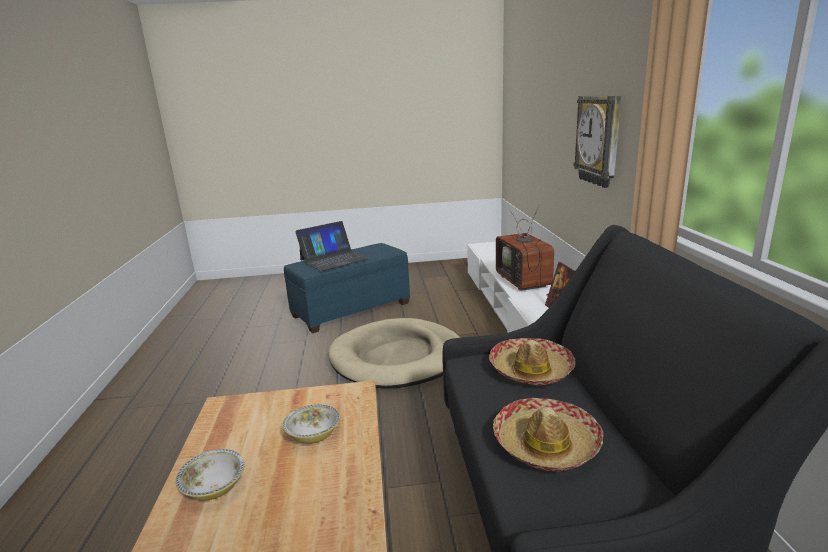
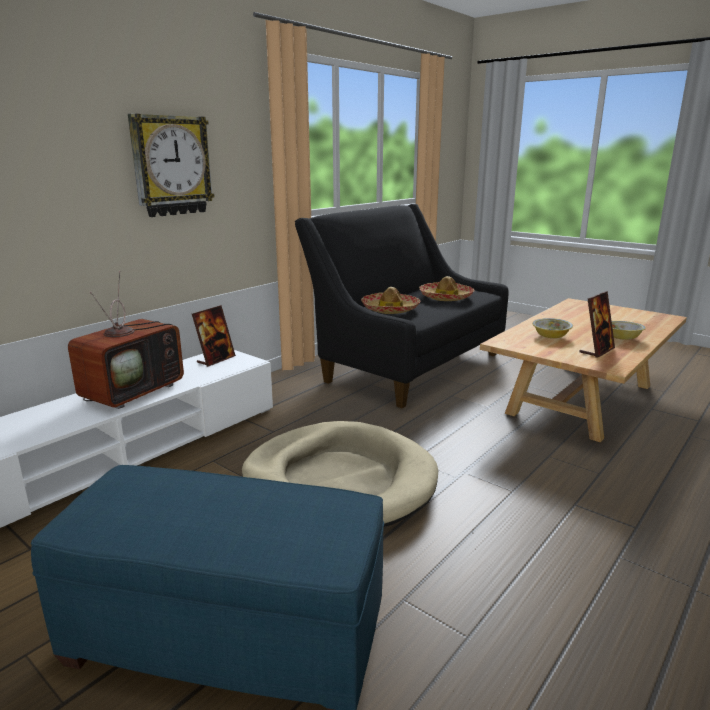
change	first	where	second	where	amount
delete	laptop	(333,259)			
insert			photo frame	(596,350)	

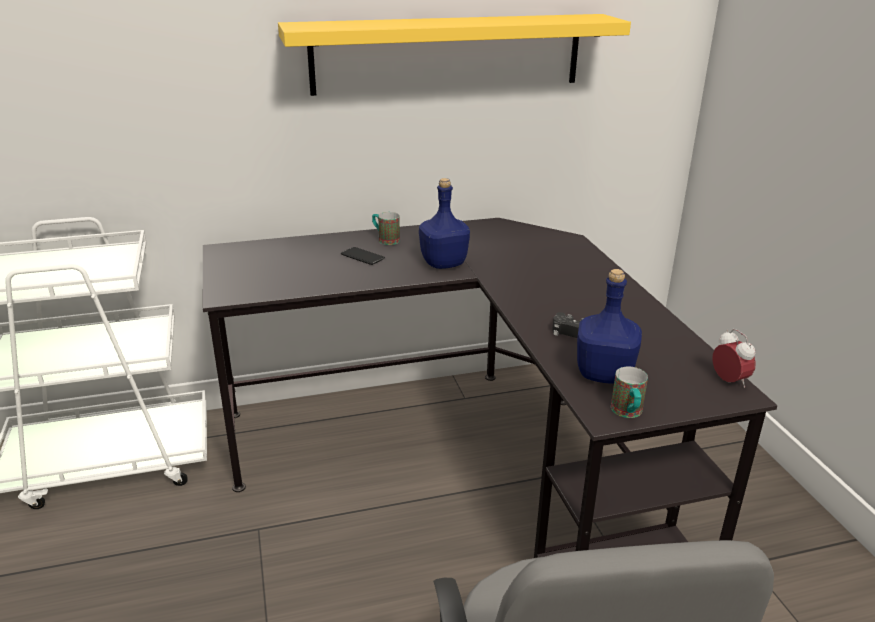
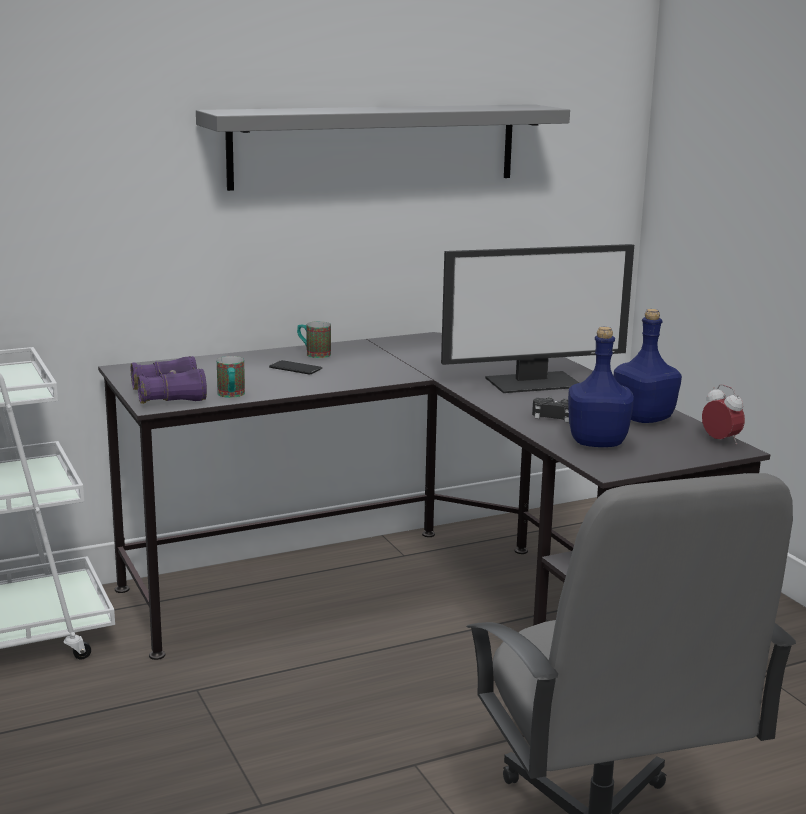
change	first	where	second	where	amount
insert			purplish field glasses	(169,395)	
insert			computer screen	(534,382)	
move	blue bottle	(444,263)		(644,418)	
move	mug	(628,413)		(231,395)	
recolor	yellowish bracket shelf	(448,53)	gray bracket shelf	(375,145)	

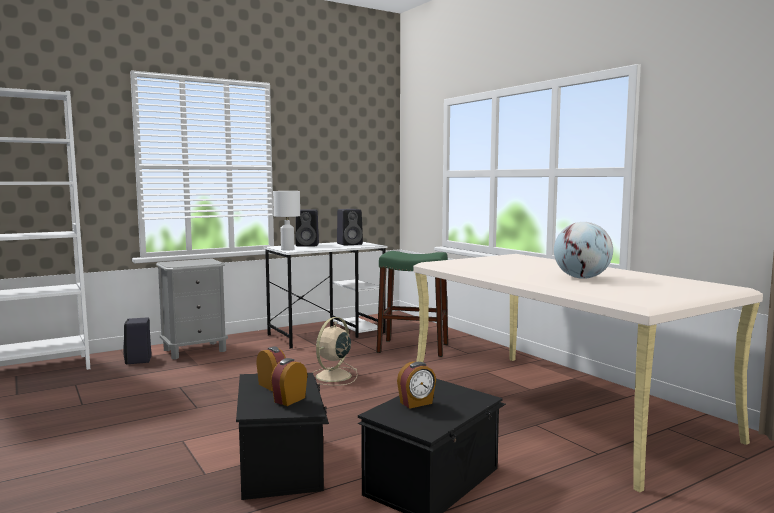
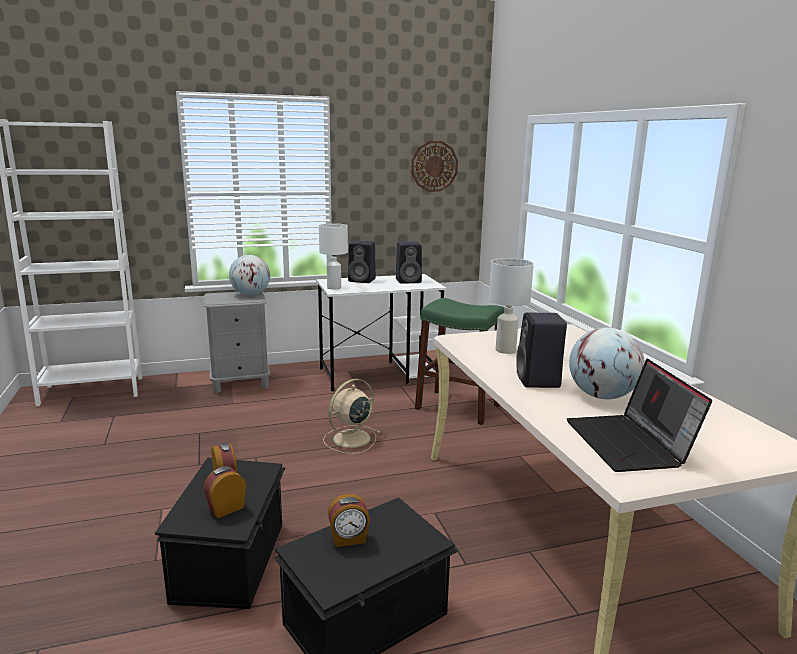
change	first	where	second	where	amount
insert			desk globe	(250,294)	
insert			clock on the wall	(434,166)	
insert			white-coloured lamp for a table	(505,350)	
insert			laptop	(630,444)	
move	black-coloured speaker	(138,360)		(539,381)	

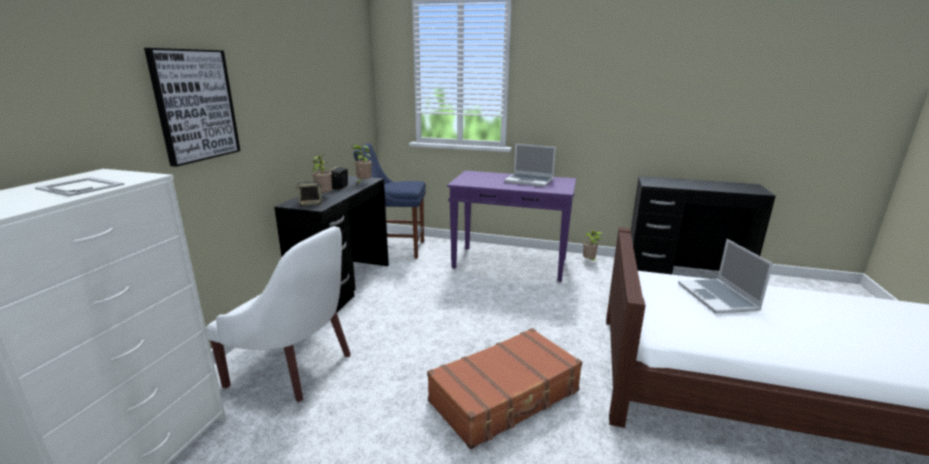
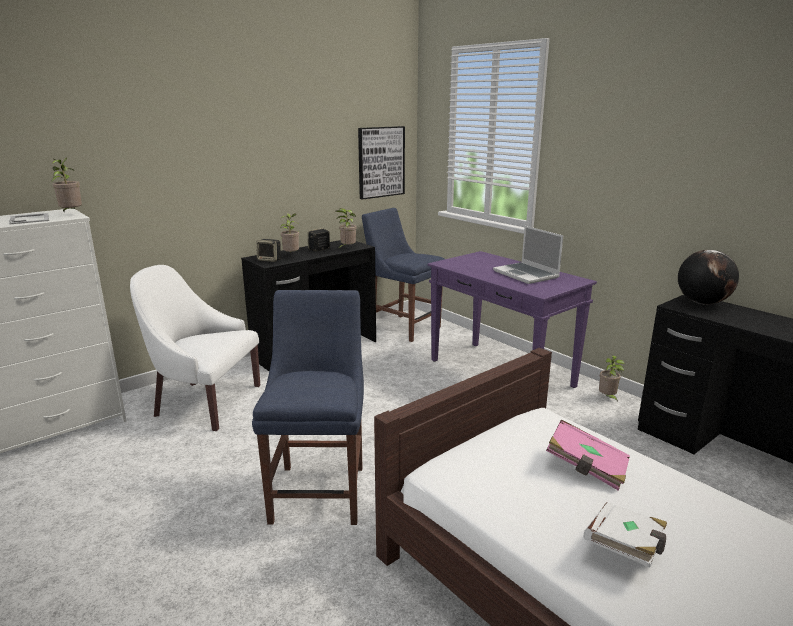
change	first	where	second	where	amount
insert			potted plant	(71,214)	
insert			white-coloured bound book	(625,548)	
insert			desk globe	(702,303)	
move	wall picture	(195,105)		(381,162)	
replace	brownish piece of luggage	(505,396)	blue plain chair	(320,490)	
replace	laptop	(718,298)	pink bound book	(586,468)	
rotate	white-coloured armchair	(296,367)		(205,402)	135 degrees clockwise

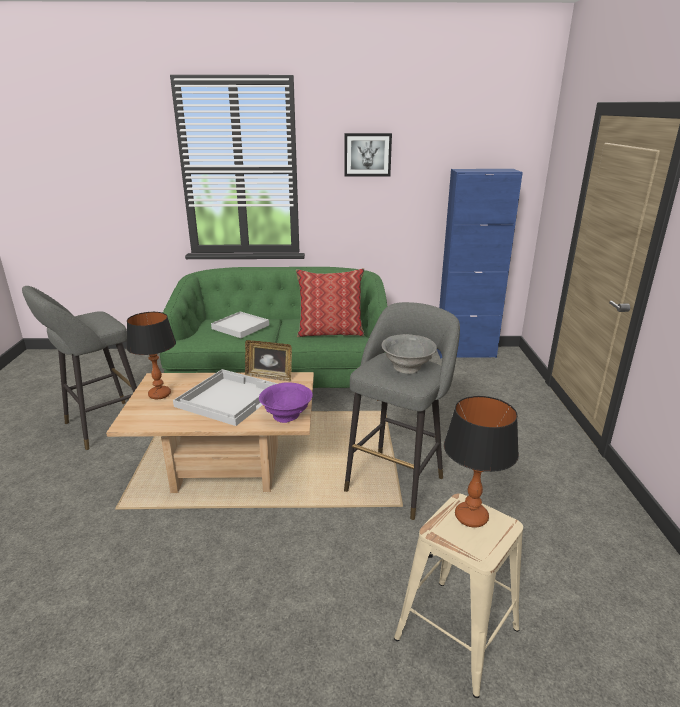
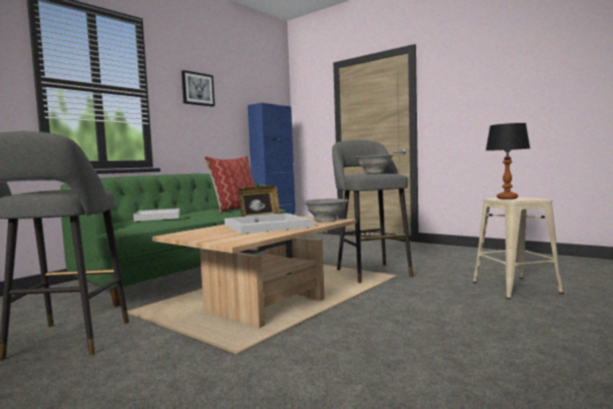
change	first	where	second	where	amount
delete	lamp for a table	(160,394)			
recolor	purplish serving bowl	(287,416)	gray serving bowl	(326,220)	

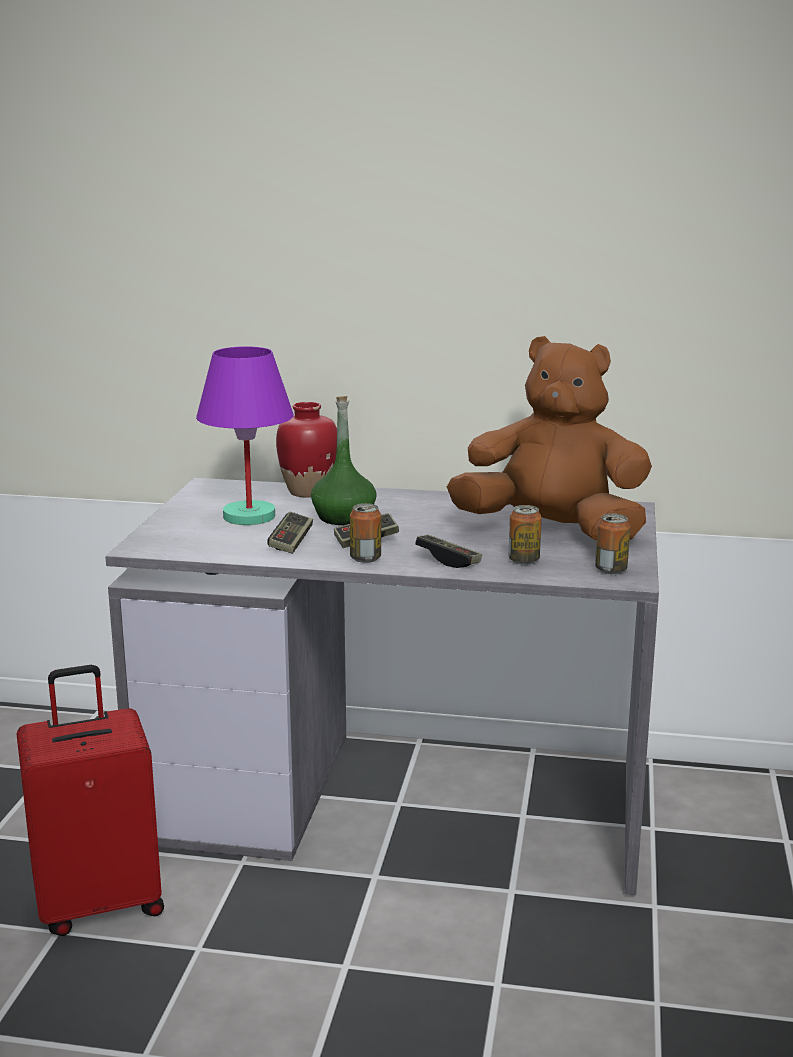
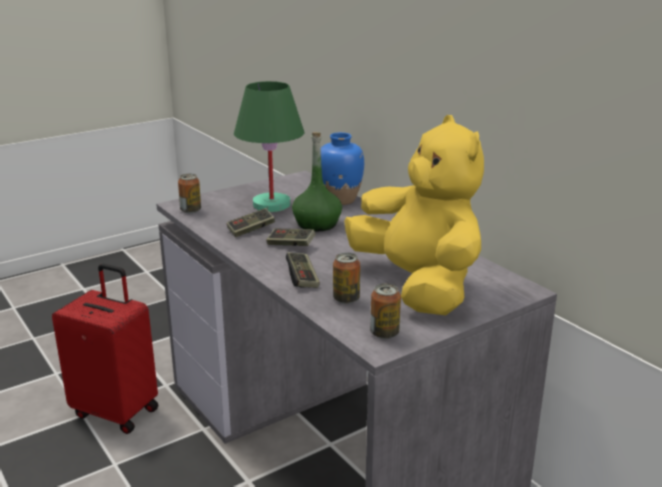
change	first	where	second	where	amount
move	sealed can	(365,558)		(190,210)	
recolor	purplish lamp for a table	(248,517)	green-coloured lamp for a table	(270,205)	
recolor	reddish flower vase	(308,491)	blue flower vase	(340,200)	
recolor	brownish cuddly toy	(552,531)	yellowish cuddly toy	(418,286)	

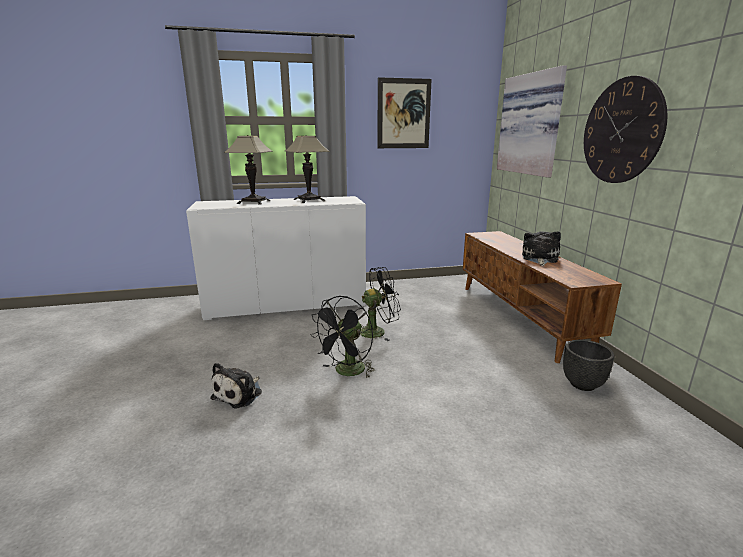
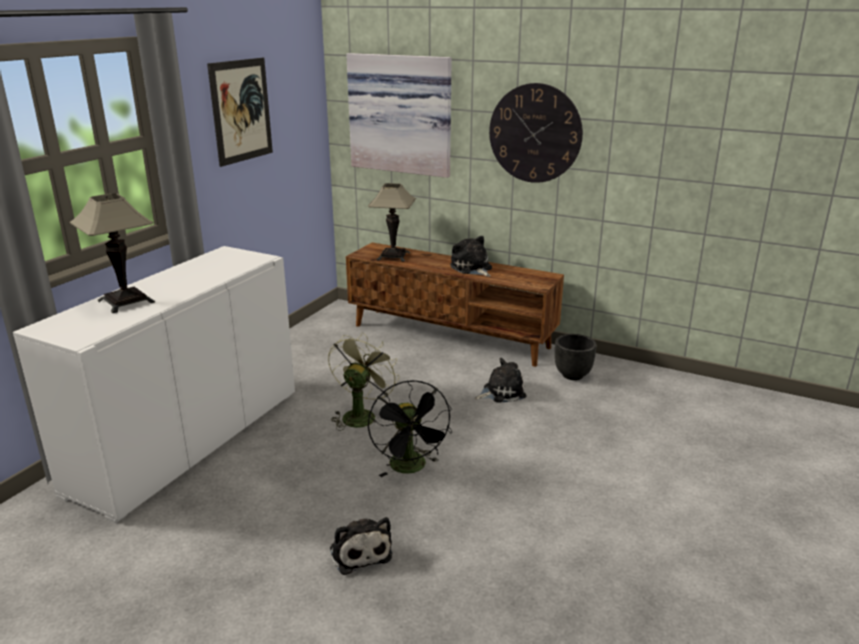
change	first	where	second	where	amount
insert			cuddly toy	(501,392)	
move	lamp for a table	(309,200)		(393,256)	
recolor	black-coloured electric fan	(377,331)	green-coloured electric fan	(361,415)	

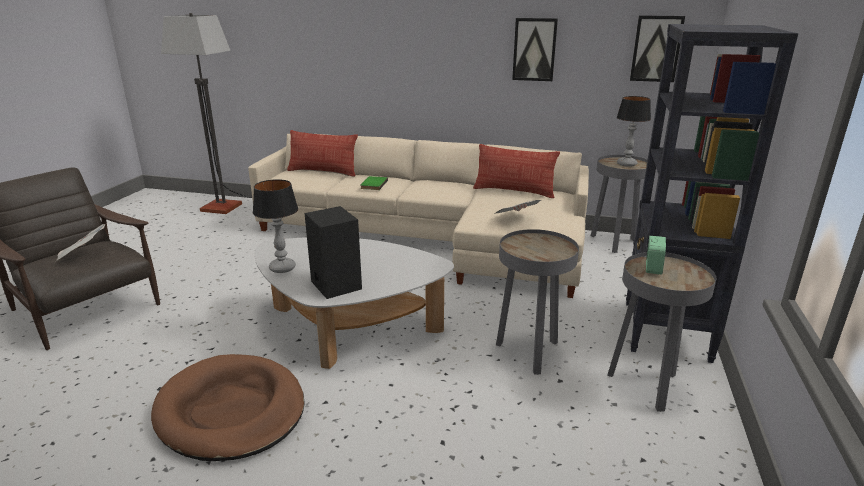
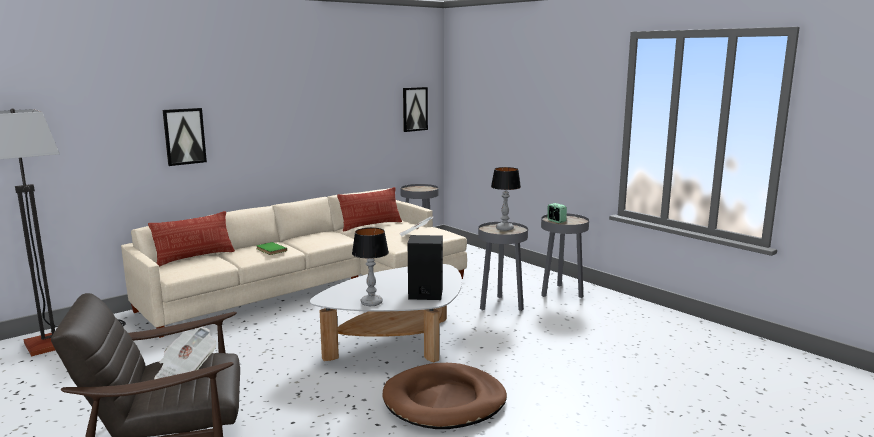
change	first	where	second	where	amount
delete	black-coloured shelving unit	(665,331)			
move	wall picture	(534,49)		(184,136)	
move	lamp for a table	(626,164)		(504,229)	

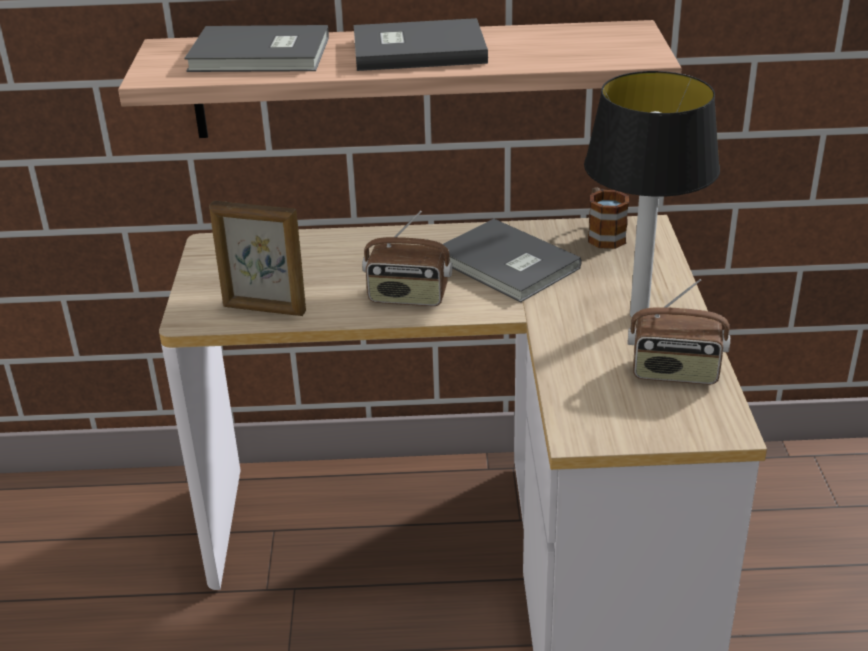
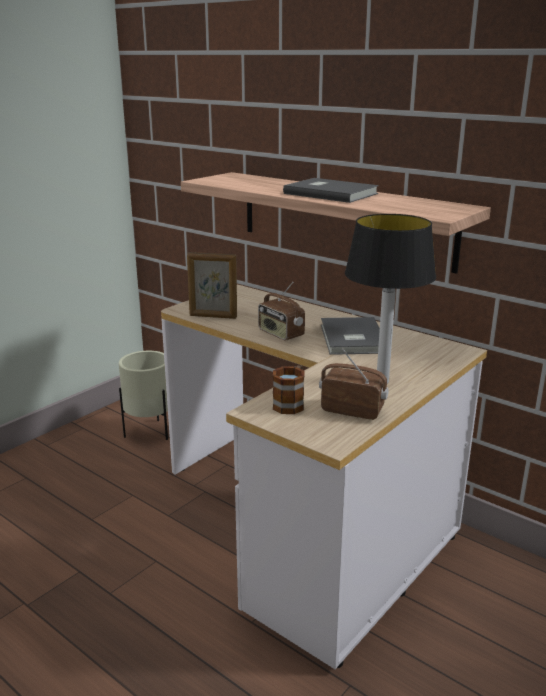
change	first	where	second	where	amount
delete	gray bound book	(261,55)			
insert			beige-coloured plant pot	(150,432)	
move	mug	(603,234)		(291,403)	
rotate	photo frame	(264,309)		(213,316)	45 degrees counterclockwise
rotate	radio	(675,373)		(352,410)	150 degrees clockwise

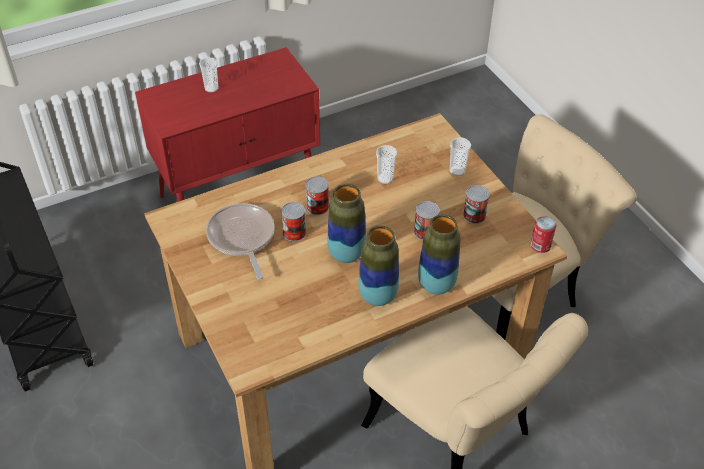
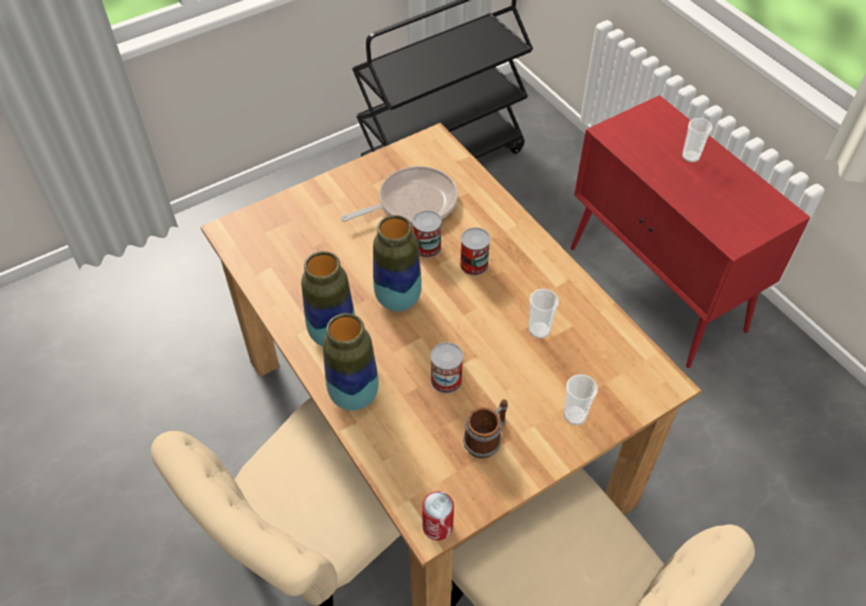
change	first	where	second	where	amount
replace	sealed can	(474,215)	mug	(486,438)	

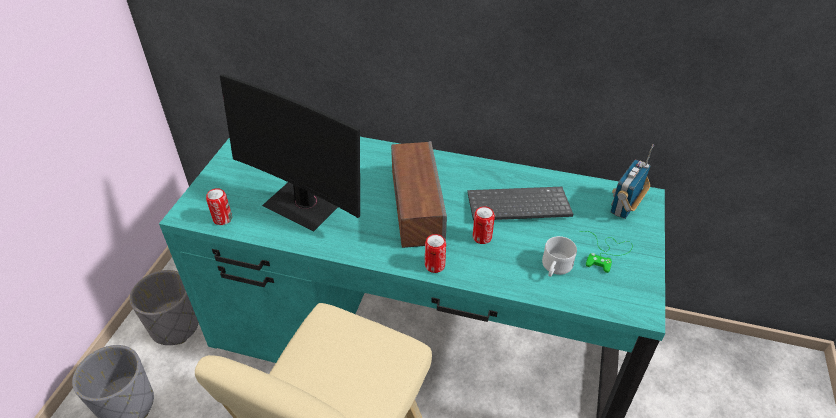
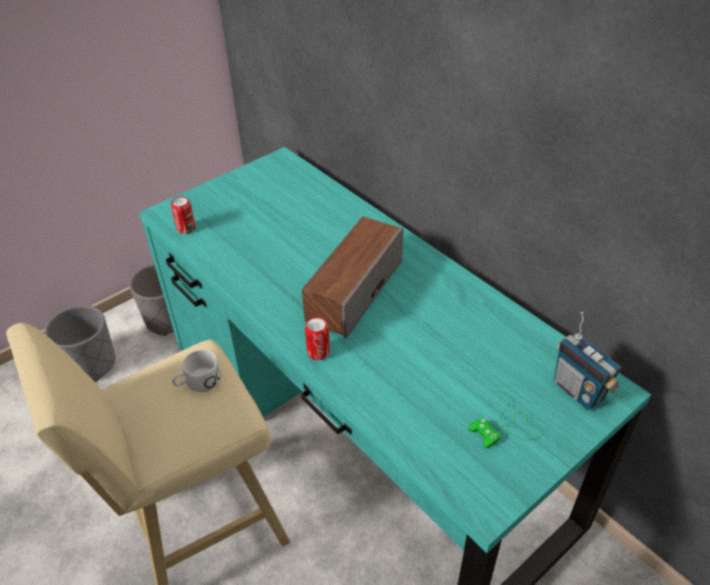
change	first	where	second	where	amount
delete	computer screen	(305,204)			
delete	keyboard	(517,207)			
delete	sealed can	(482,237)			
move	white-coloured mug	(555,268)		(198,382)	
rotate	radio	(625,207)		(578,391)	105 degrees counterclockwise

